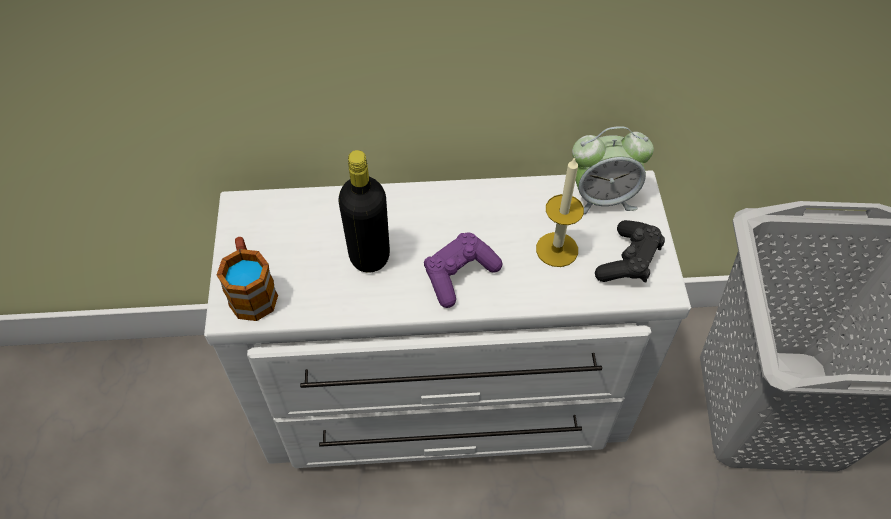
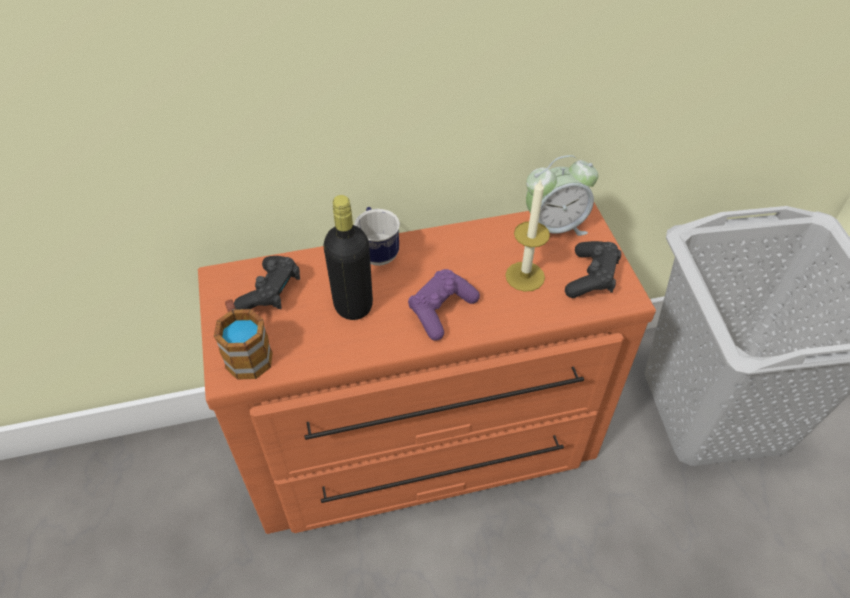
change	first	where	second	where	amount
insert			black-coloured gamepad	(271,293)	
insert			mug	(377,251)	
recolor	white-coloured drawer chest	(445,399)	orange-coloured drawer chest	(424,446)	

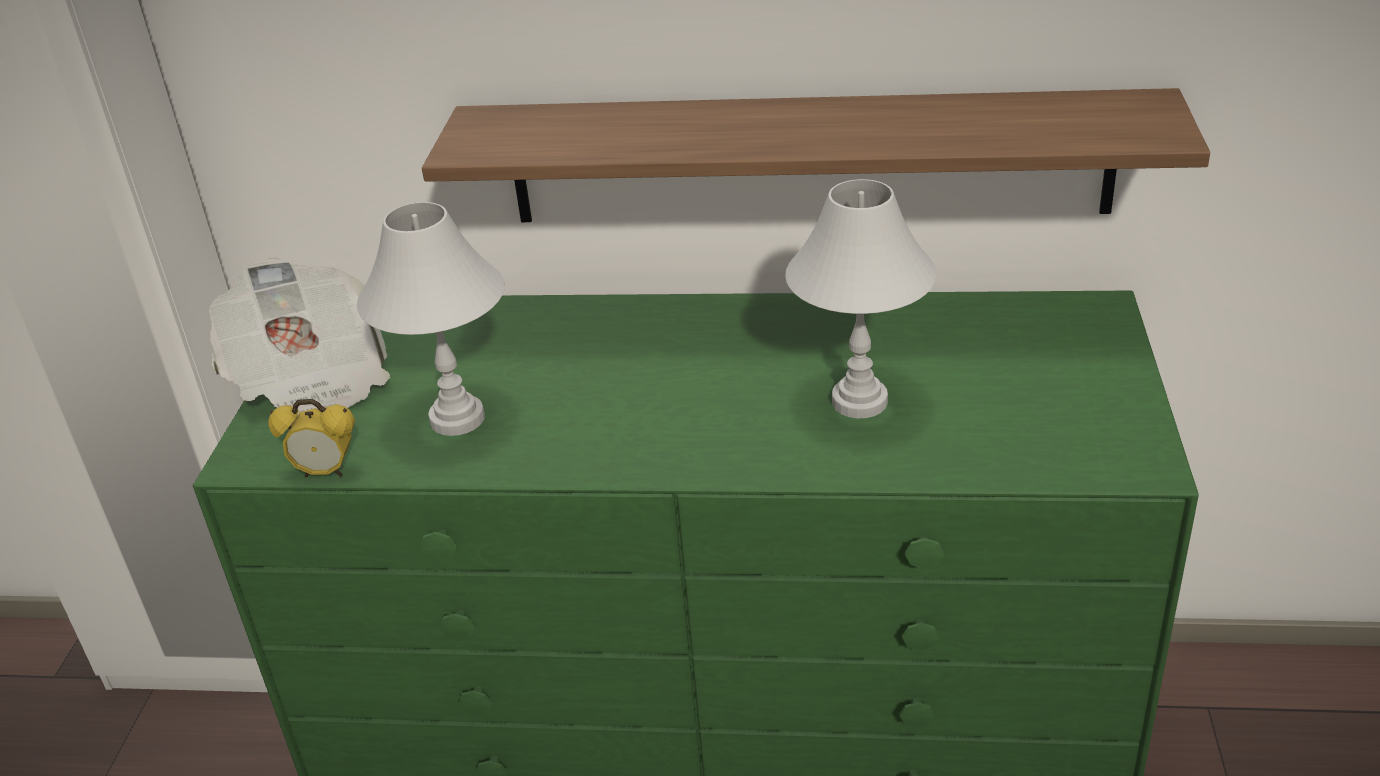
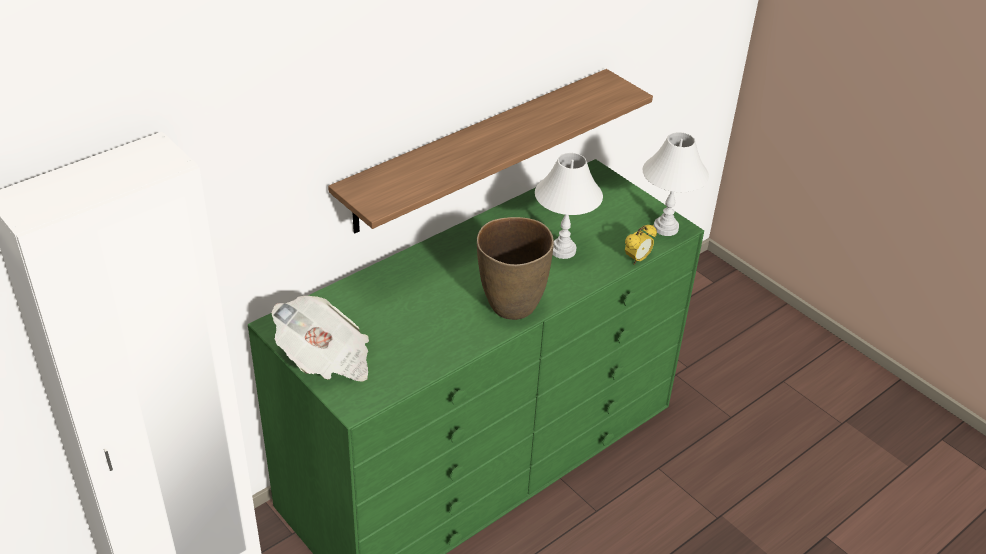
change	first	where	second	where	amount
insert			brownish flower vase	(511,306)	
move	table clock	(325,472)		(637,259)	
move	white-coloured lamp for a table	(457,419)		(666,228)	

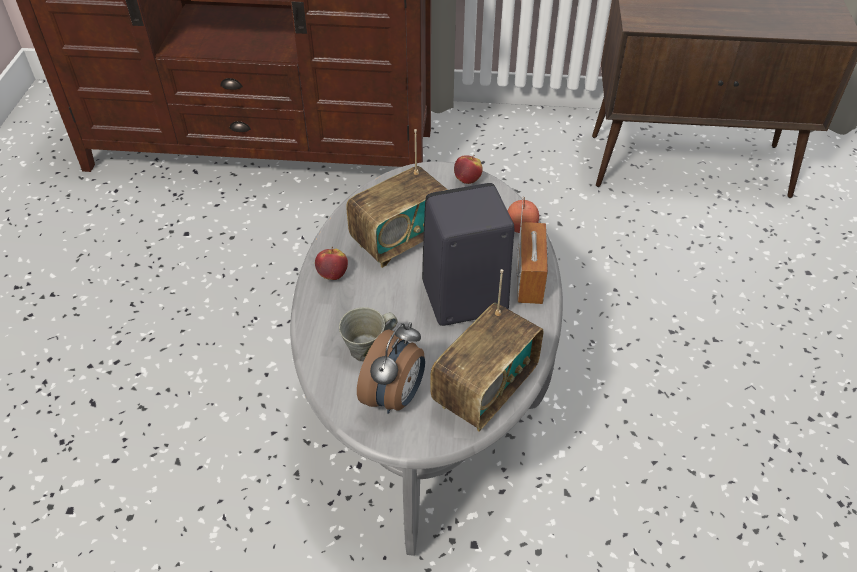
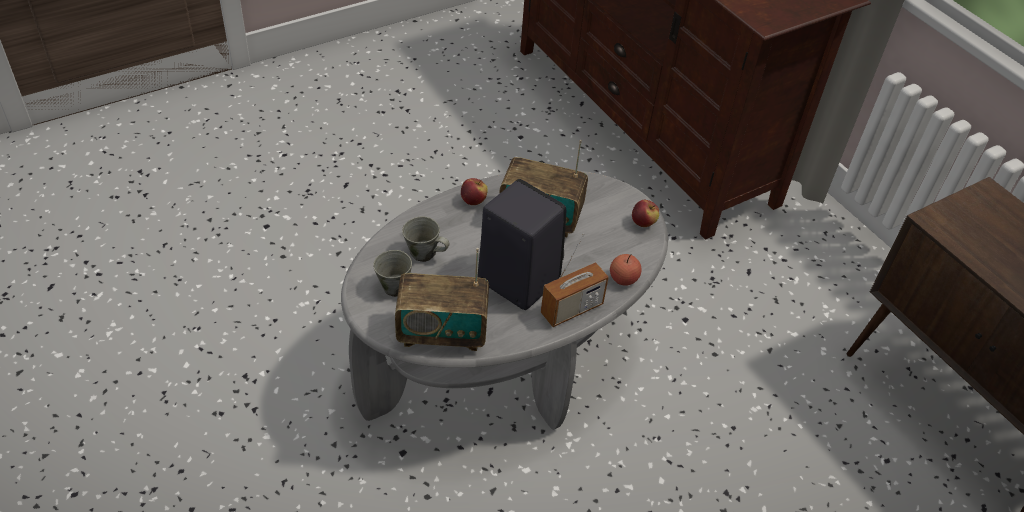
change	first	where	second	where	amount
replace	table clock	(395,396)	gray mug	(397,288)	

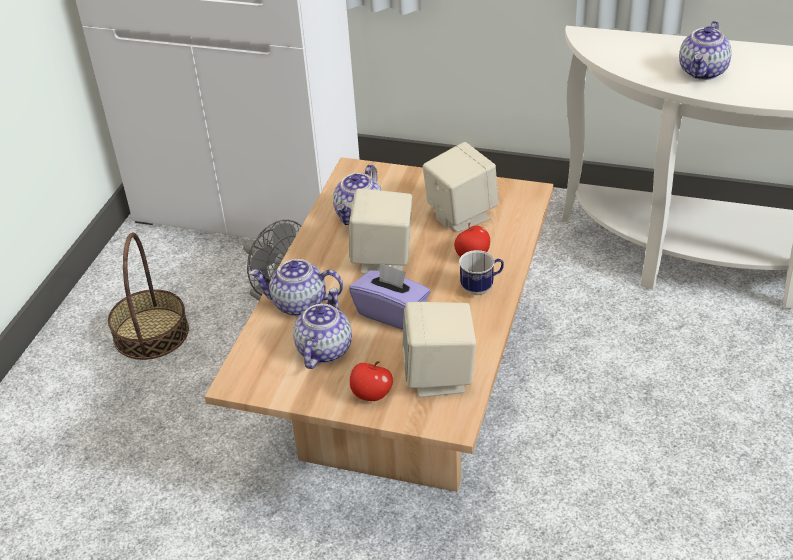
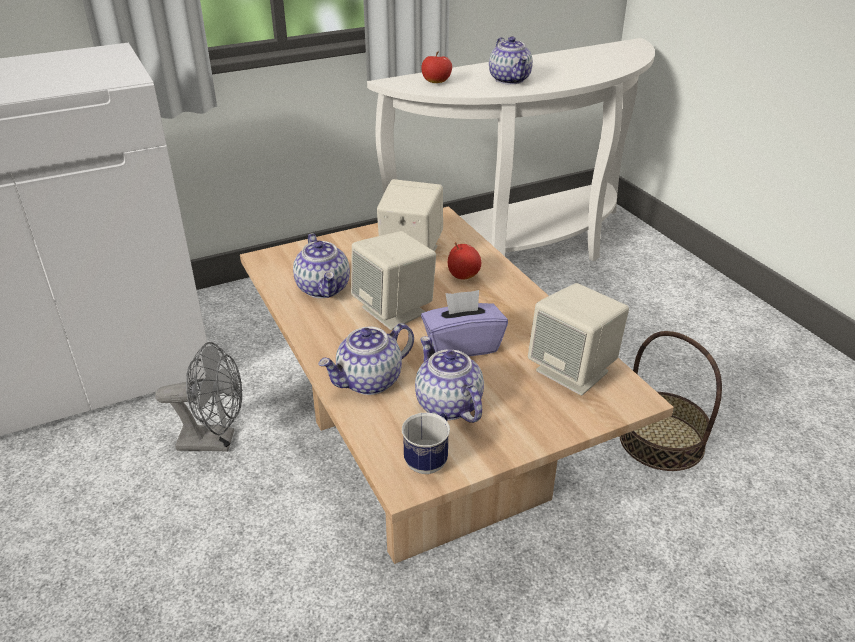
change	first	where	second	where	amount
move	household basket	(151,333)		(661,441)	
move	apple fruit	(371,395)		(436,82)	
move	mug	(481,287)		(429,459)	

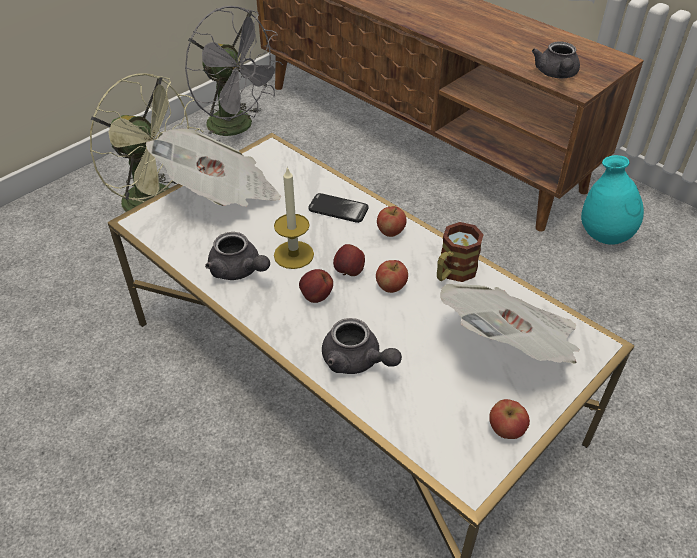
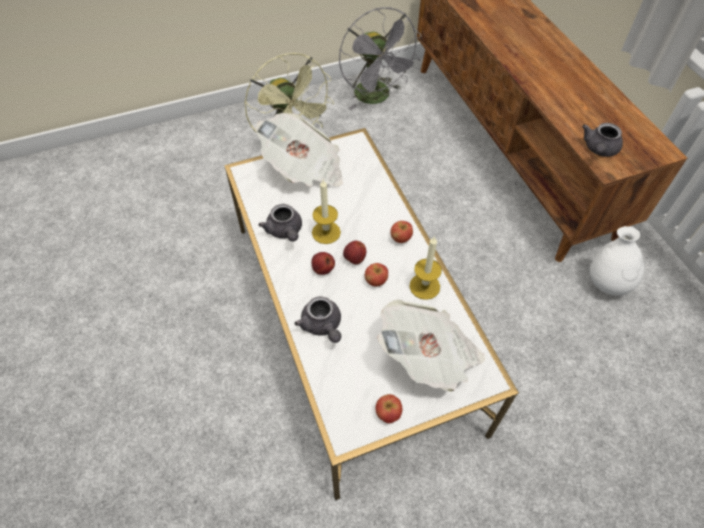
change	first	where	second	where	amount
delete	phone	(338,209)			
replace	mug	(453,272)	candle	(424,286)	
recolor	turquoise-coloured flower vase	(604,236)	white-coloured flower vase	(607,284)	

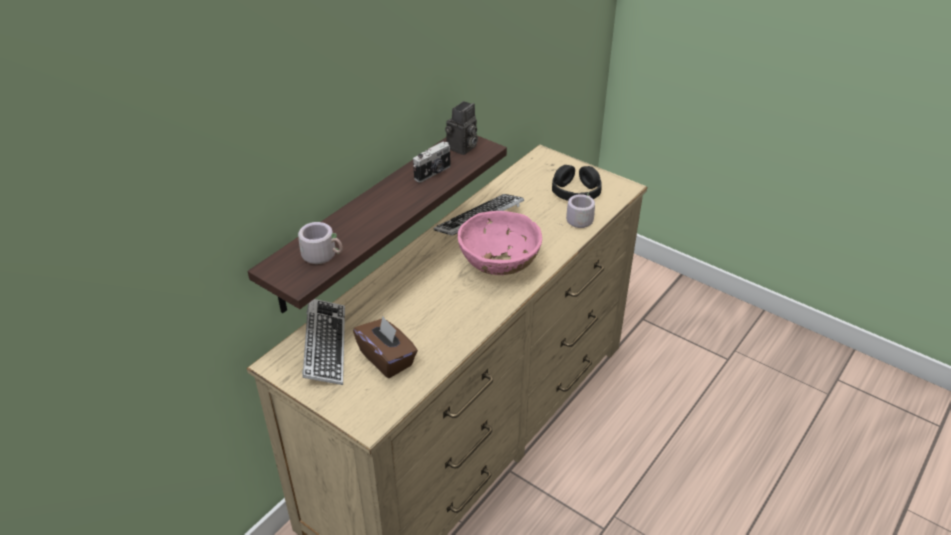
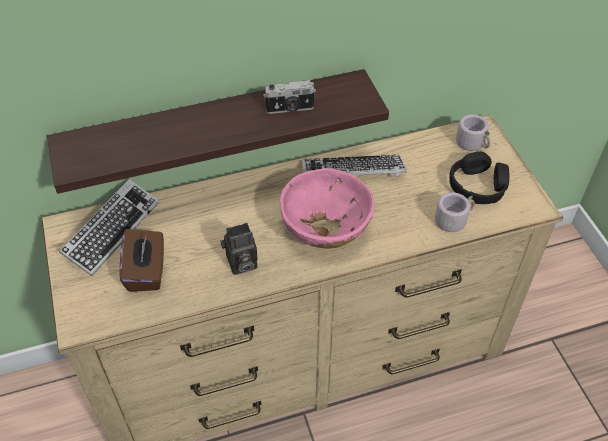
change	first	where	second	where	amount
move	gray mug	(323,254)		(473,143)	
move	still camera	(462,148)		(241,264)	

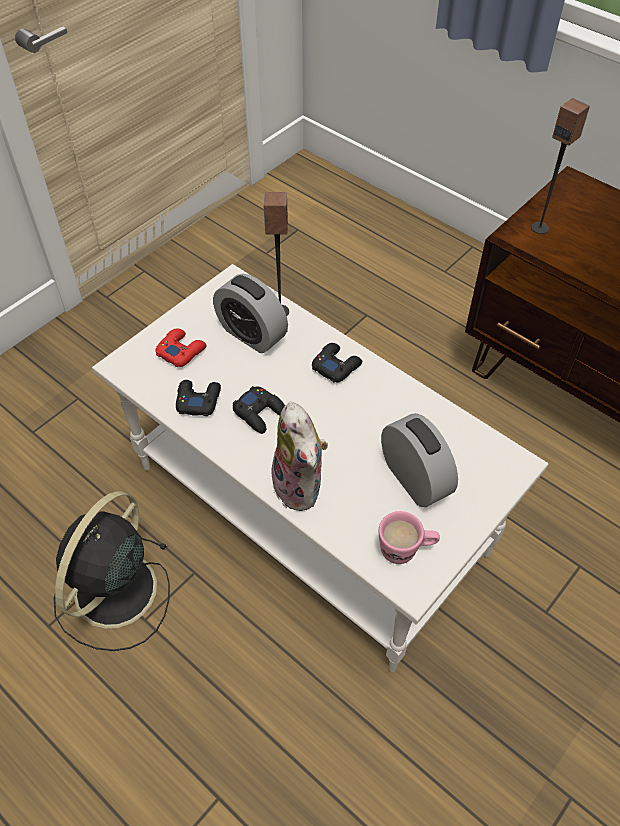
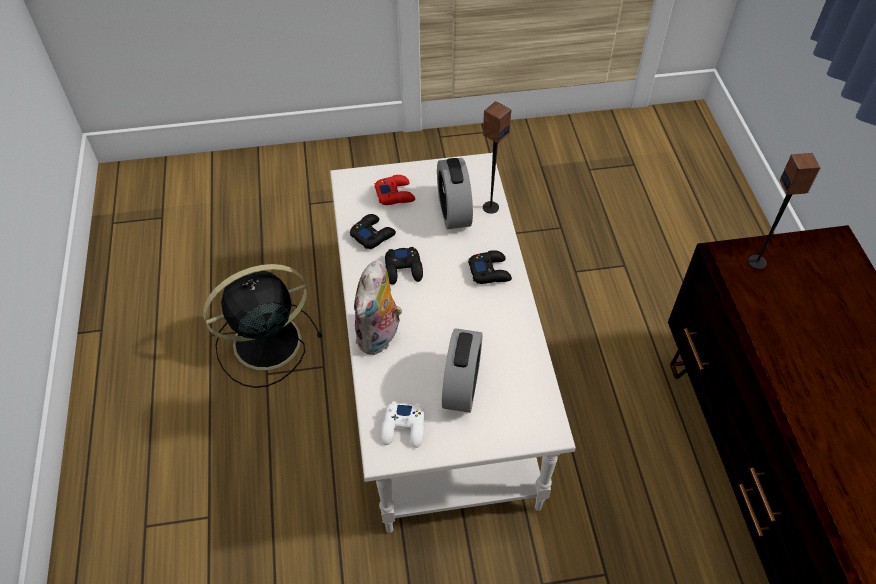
change	first	where	second	where	amount
replace	pink mug	(406,550)	white-coloured gamepad	(404,428)	

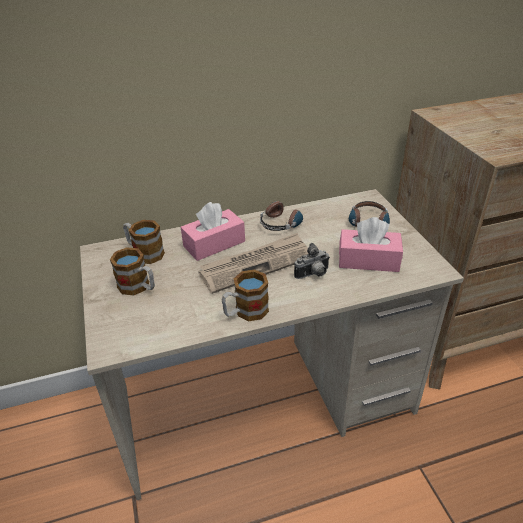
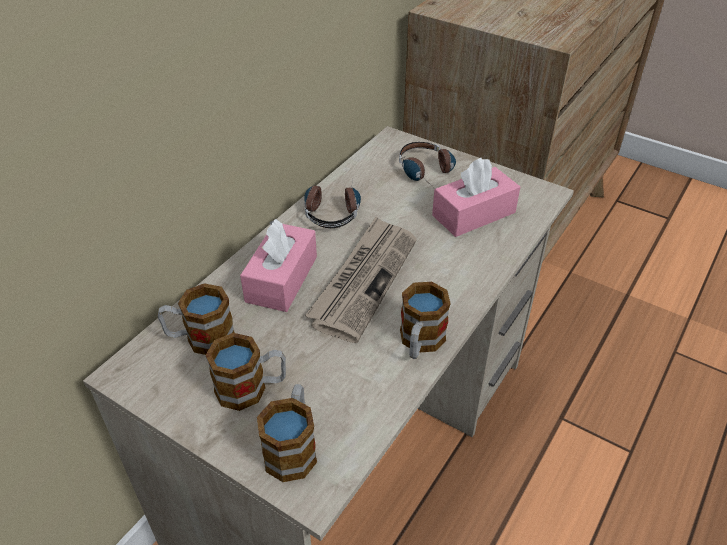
change	first	where	second	where	amount
delete	still camera	(313,274)			
insert			mug	(293,446)	

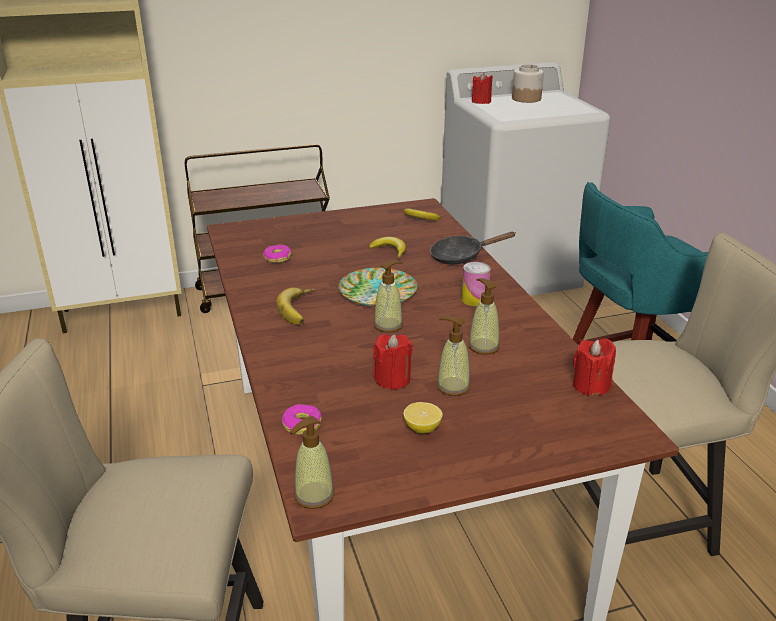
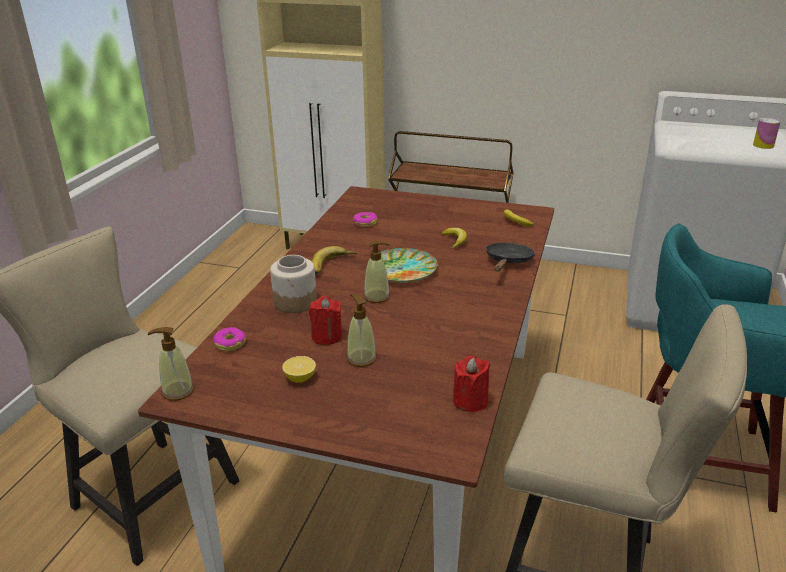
change	first	where	second	where	amount
delete	liquid soap bottle	(483,346)			
delete	reddish candle	(481,101)			
move	sealed can	(474,299)		(763,145)	
move	preserve jar	(526,98)		(296,302)	
rotate	black-coloured frying pan	(461,256)		(508,262)	90 degrees clockwise

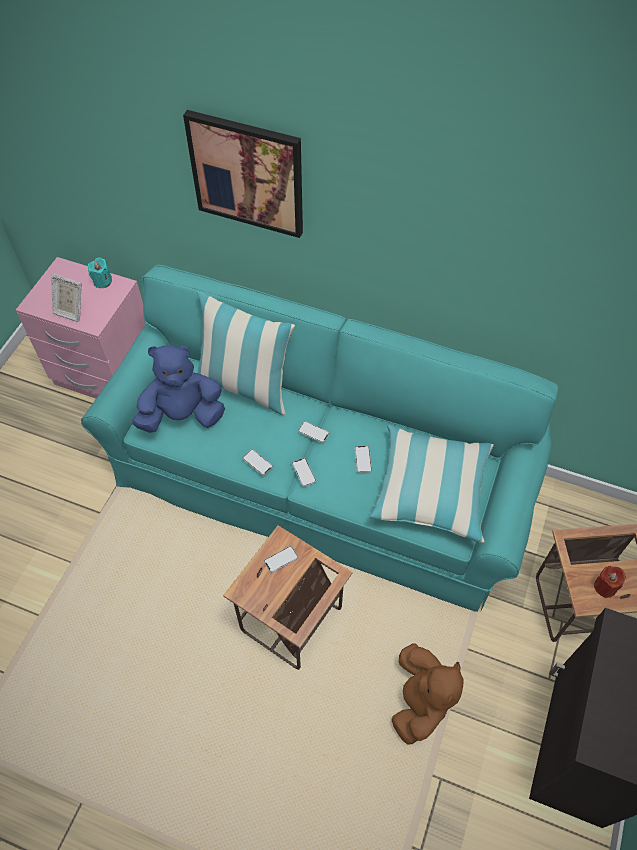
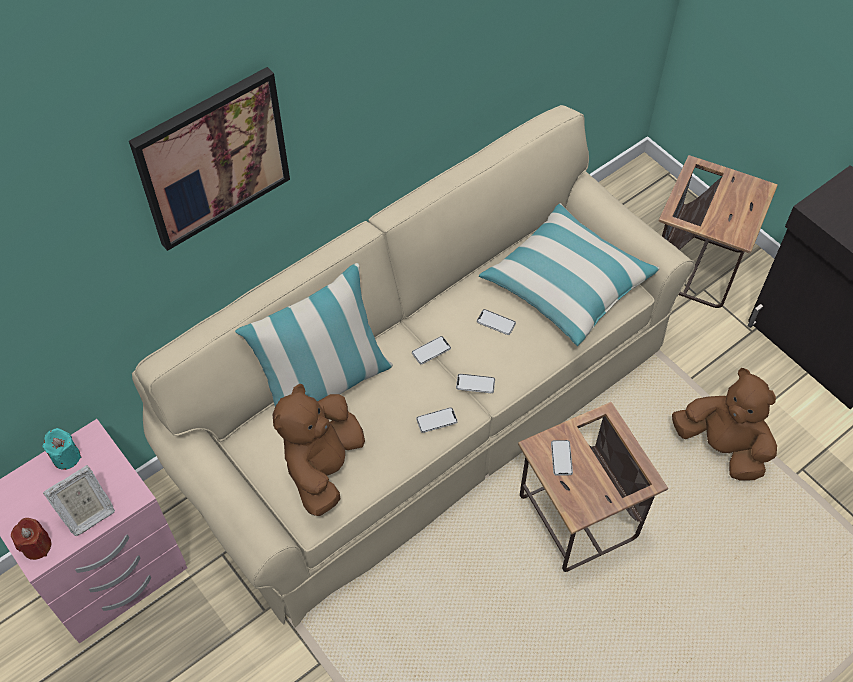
change	first	where	second	where	amount
move	reddish candle	(605,587)		(36,546)	
recolor	turquoise-coloured couch	(319,479)	beige-coloured couch	(427,409)	
recolor	blue cuddly toy	(182,415)	brownish cuddly toy	(323,467)	

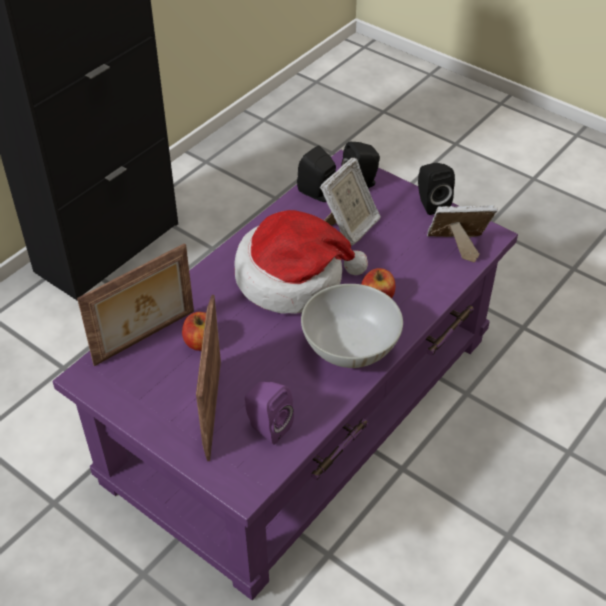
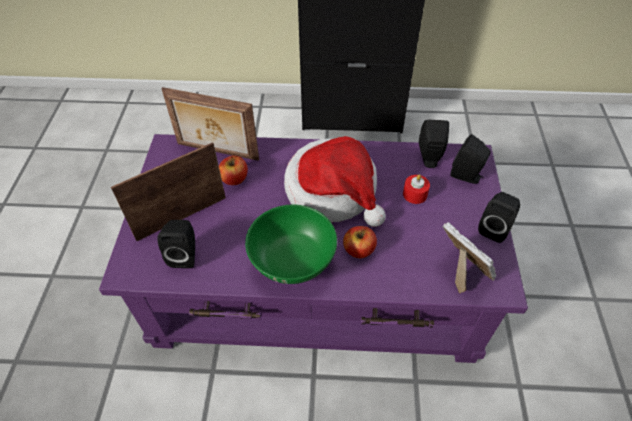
change	first	where	second	where	amount
replace	photo frame	(349,227)	reddish candle	(415,194)	
recolor	purplish speaker	(267,427)	black-coloured speaker	(185,255)	
recolor	white-coloured serving bowl	(350,349)	green-coloured serving bowl	(293,261)	

